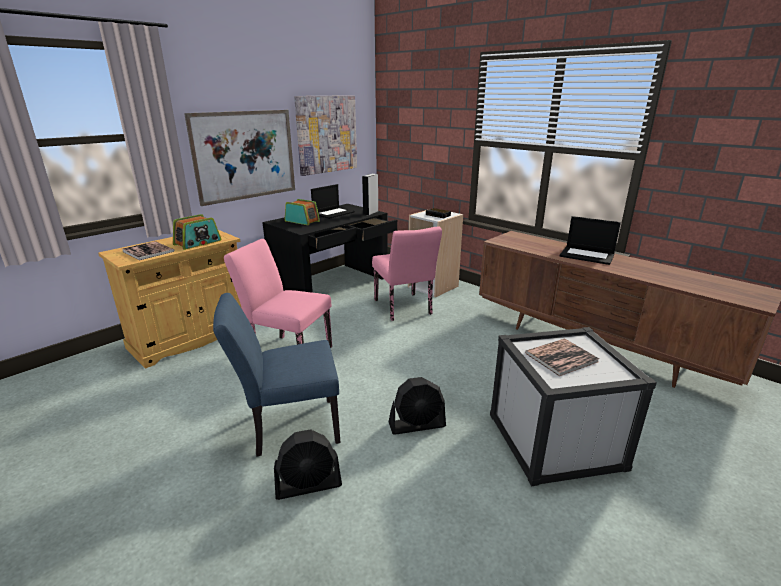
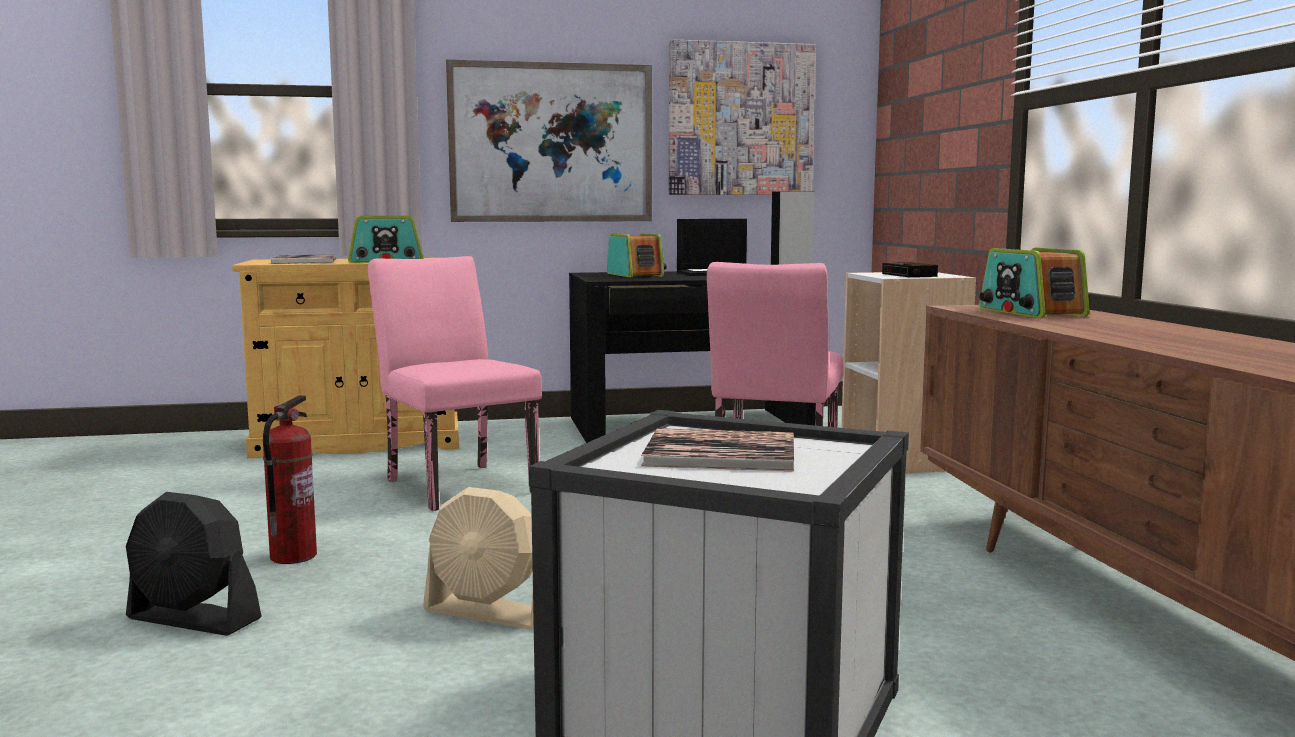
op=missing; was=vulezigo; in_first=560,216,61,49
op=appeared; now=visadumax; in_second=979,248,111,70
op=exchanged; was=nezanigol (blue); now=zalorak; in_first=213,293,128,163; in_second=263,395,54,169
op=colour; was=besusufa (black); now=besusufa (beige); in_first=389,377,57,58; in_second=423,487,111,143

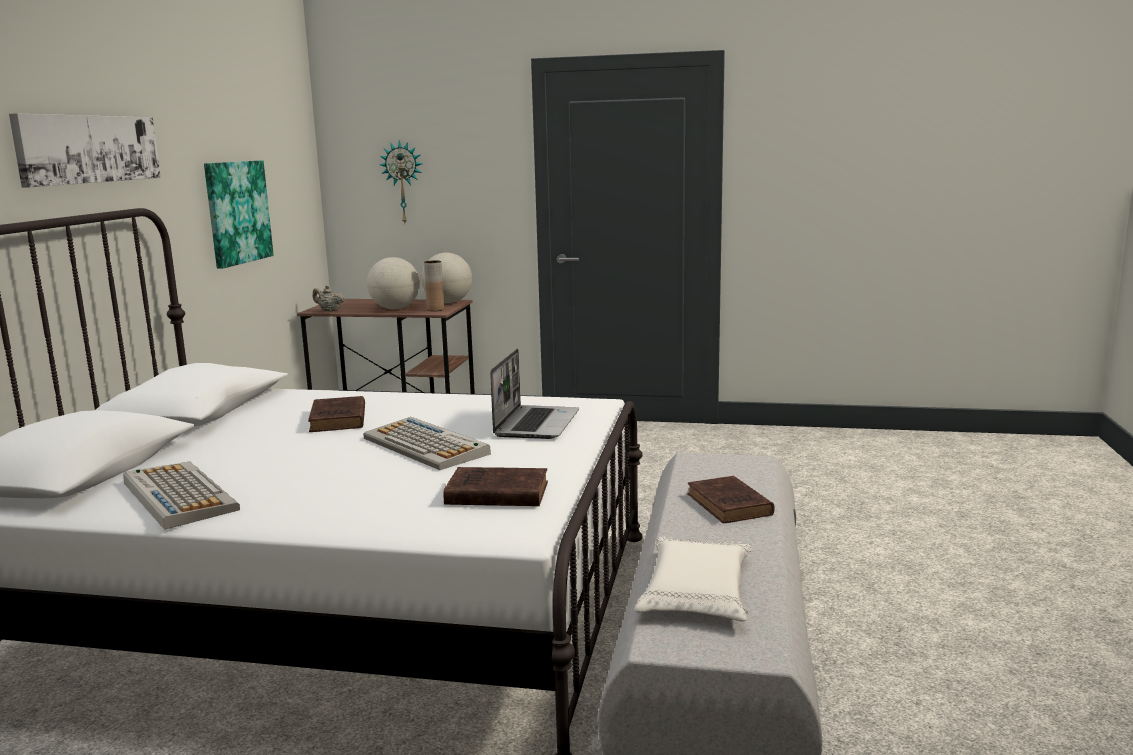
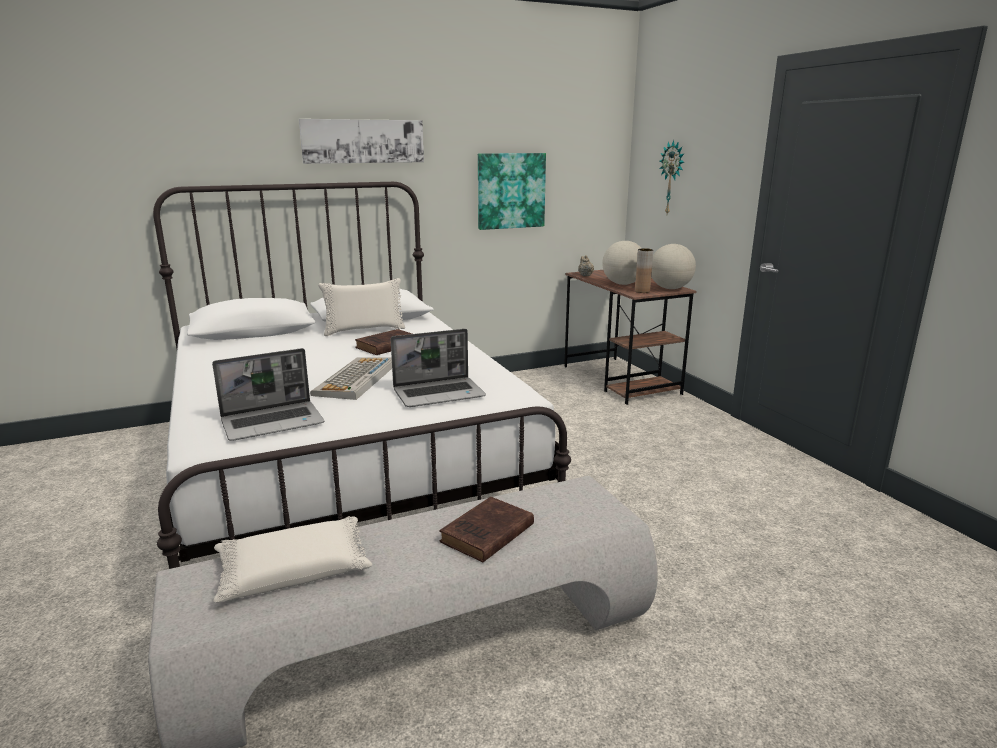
op=missing; was=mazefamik; in_first=123,462,117,68
op=appeared; now=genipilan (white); in_second=318,278,87,58
op=exchanged; was=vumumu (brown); now=vulezigo; in_first=443,467,105,39; in_second=212,348,113,93

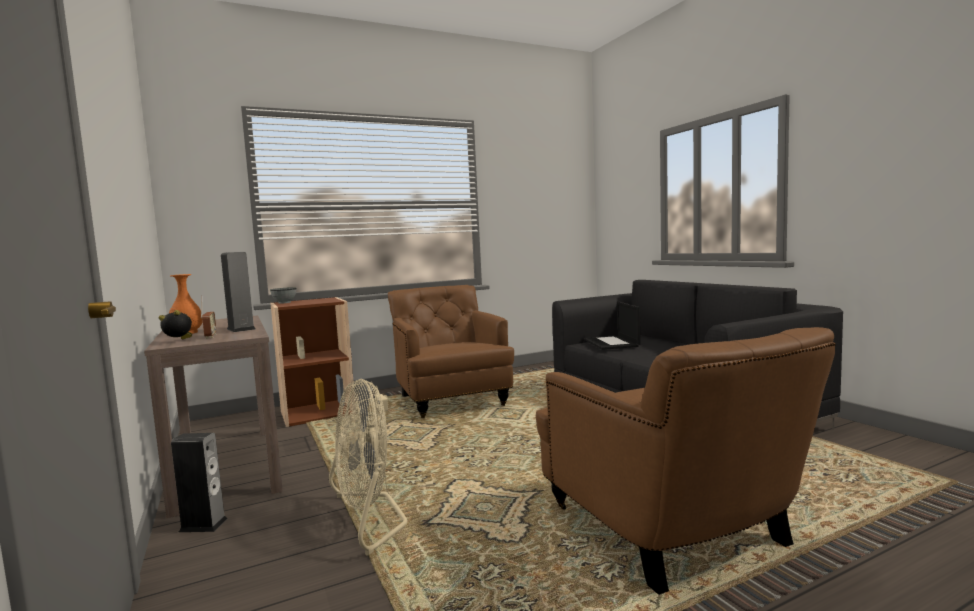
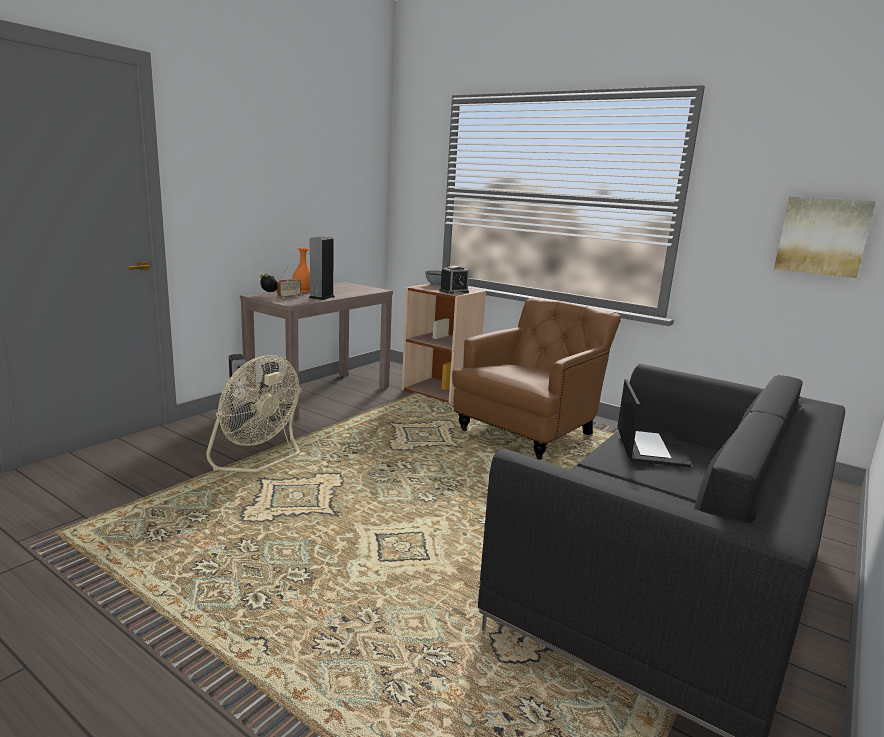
op=missing; was=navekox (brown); in_first=536,327,300,268
op=appeared; now=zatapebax; in_second=439,266,30,28
op=appeared; now=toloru; in_second=774,197,102,81
op=spun; was=vulezigo; in_first=584,301,56,49; in_second=617,379,74,89; clockwise=135

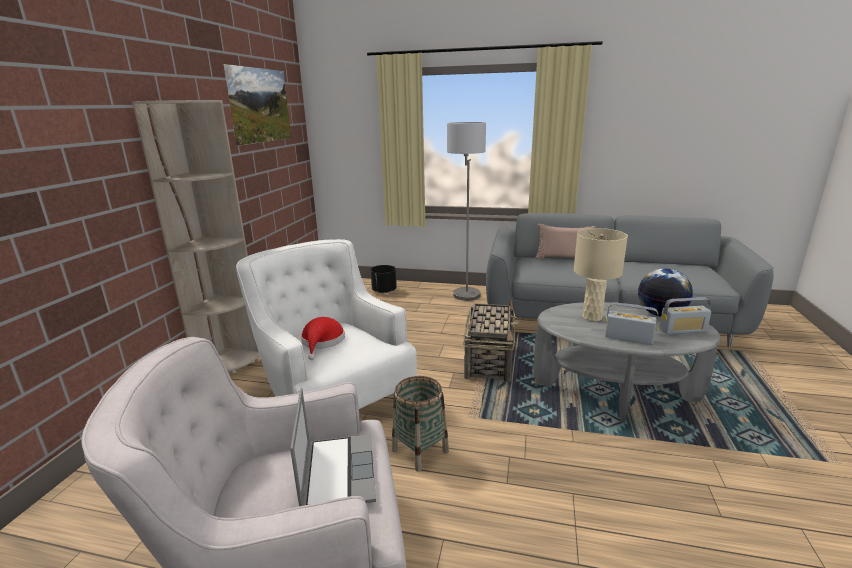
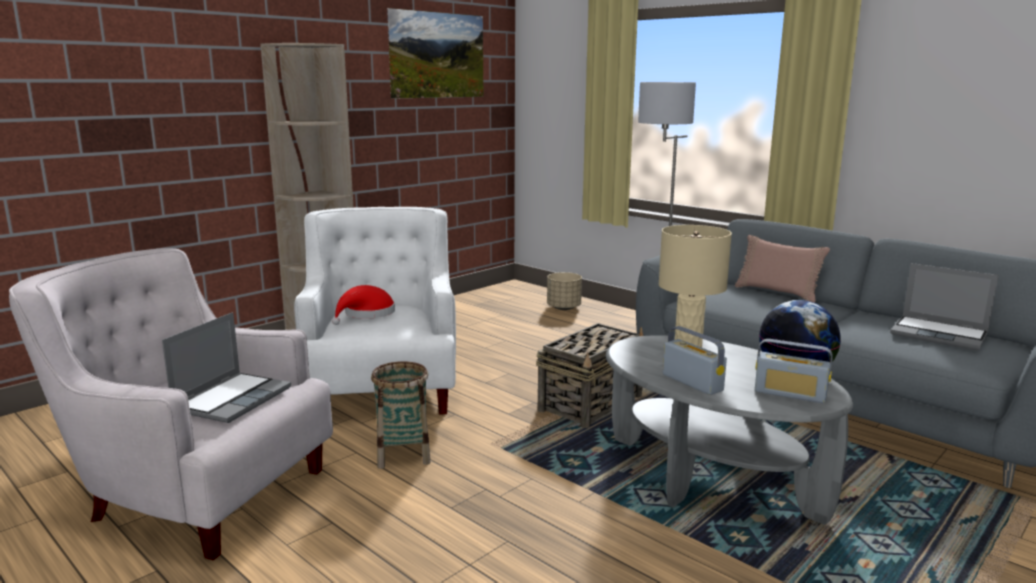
op=appeared; now=vulezigo; in_second=890,263,109,88
op=colour; was=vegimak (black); now=vegimak (beige); in_first=370,265,27,28; in_second=547,272,35,38

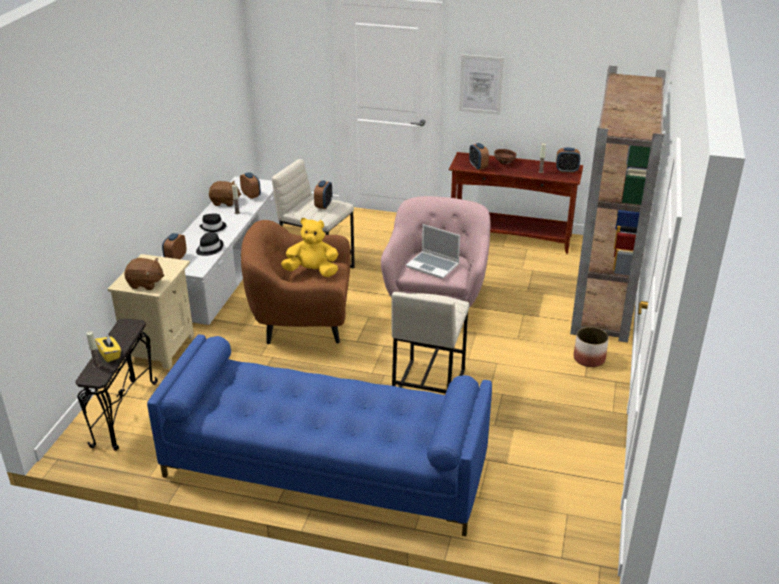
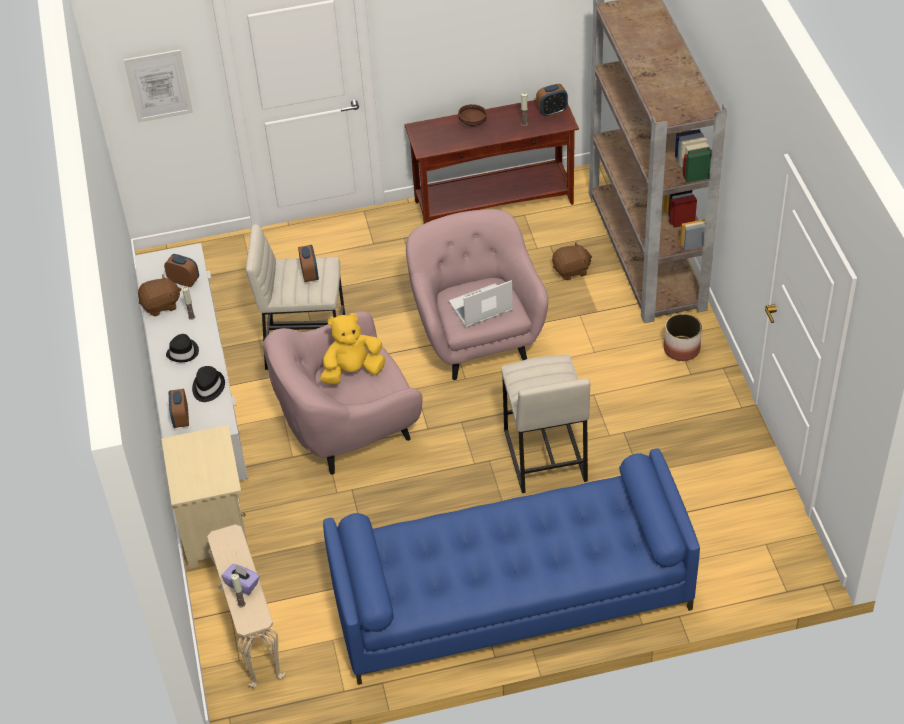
op=missing; was=zatapebax; in_first=469,143,20,27
op=relocated; was=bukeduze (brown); in_first=124,258,40,32; in_second=552,241,40,39
op=relocated; was=toloru; in_first=459,54,45,61; in_second=124,50,69,73
op=colour; was=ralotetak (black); now=ralotetak (beige); in_first=75,318,83,133; in_second=207,524,79,164
op=colour; was=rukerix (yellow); now=rukerix (purple); in_first=95,335,26,27; in_second=221,564,39,31
op=colour; was=navekox (brown); now=navekox (pink); in_first=241,220,109,124; in_second=263,311,159,164
op=spun; was=vulezigo; in_first=406,224,54,55; in_second=449,280,64,47; clockwise=150

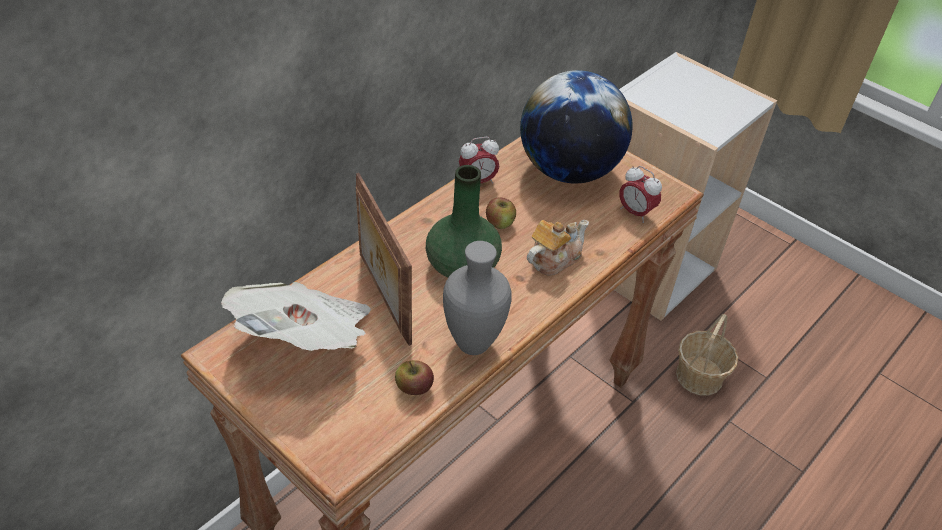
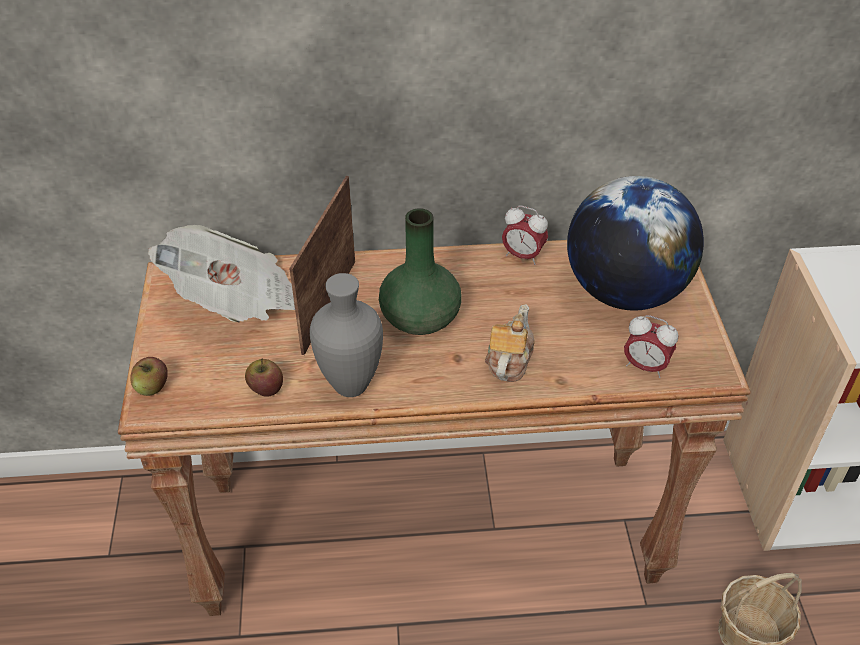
op=relocated; was=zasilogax; in_first=486,198,30,31; in_second=130,357,38,39
op=spun; was=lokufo; in_first=527,220,62,55; in_second=485,304,50,78; clockwise=-75
op=spun; was=zatapebax; in_first=619,166,43,57; in_second=624,315,54,63; clockwise=-60

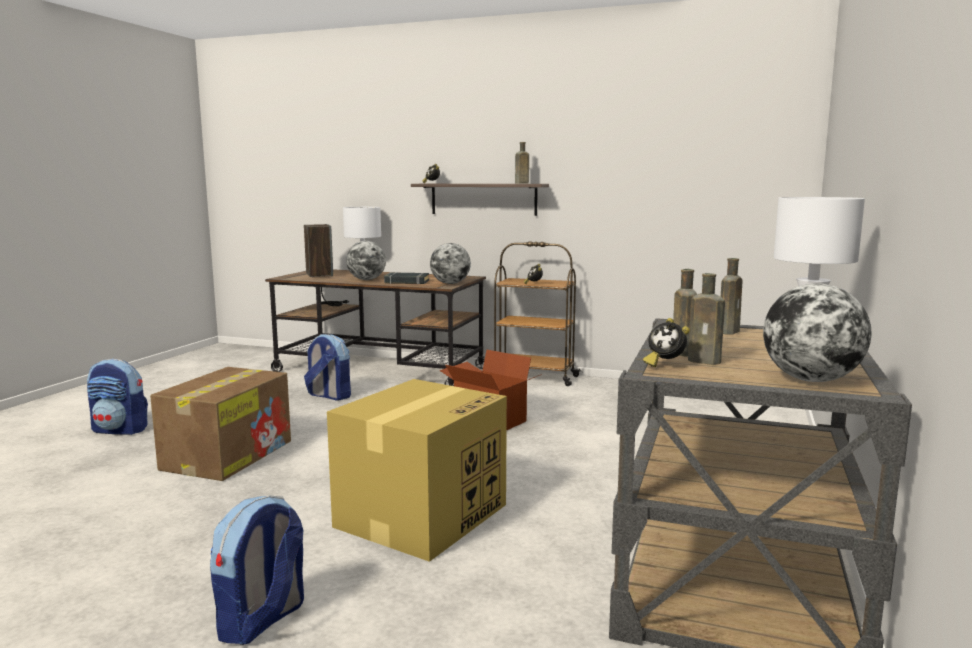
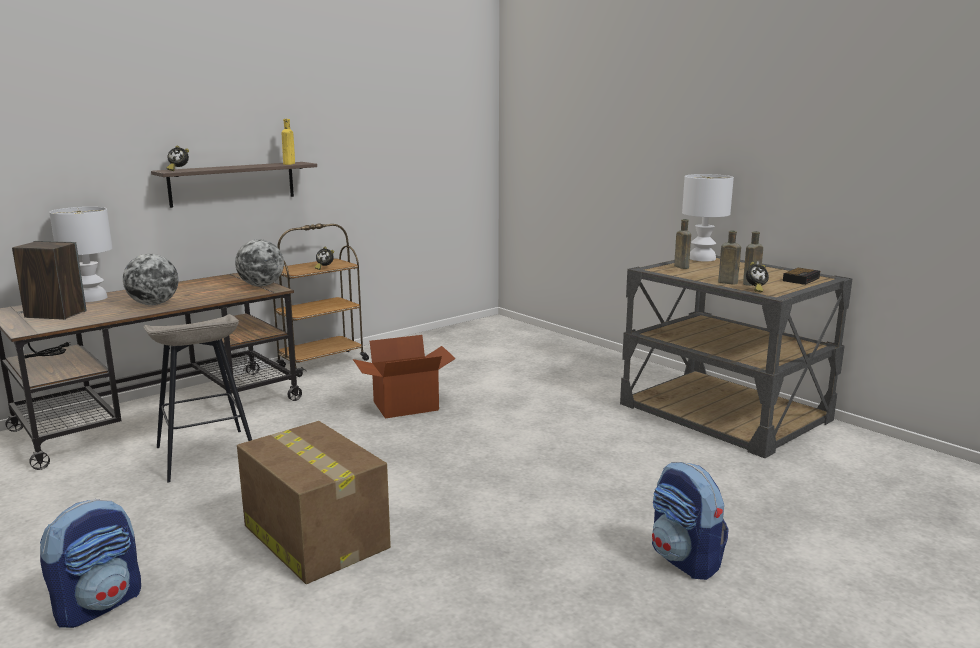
op=missing; was=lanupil; in_first=327,379,180,183
op=missing; was=vumumu (black); in_first=384,272,45,12
op=exchanged; was=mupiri; now=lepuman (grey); in_first=304,334,47,66; in_second=143,314,109,168
op=exchanged; was=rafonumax; now=zatapebax; in_first=763,283,108,99; in_second=783,268,37,17
op=colour; was=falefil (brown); now=falefil (yellow); in_first=515,142,14,42; in_second=281,119,14,46

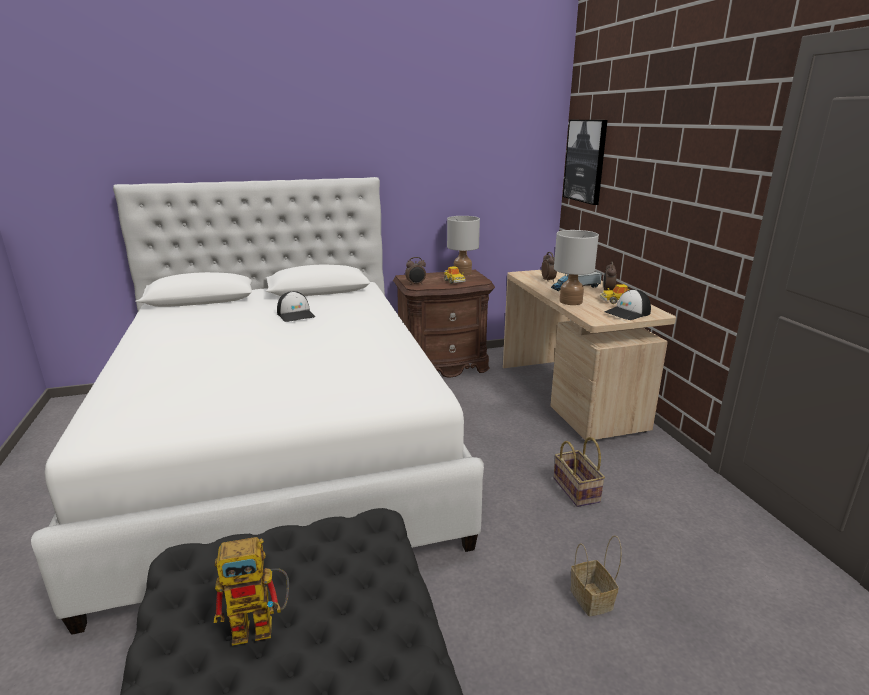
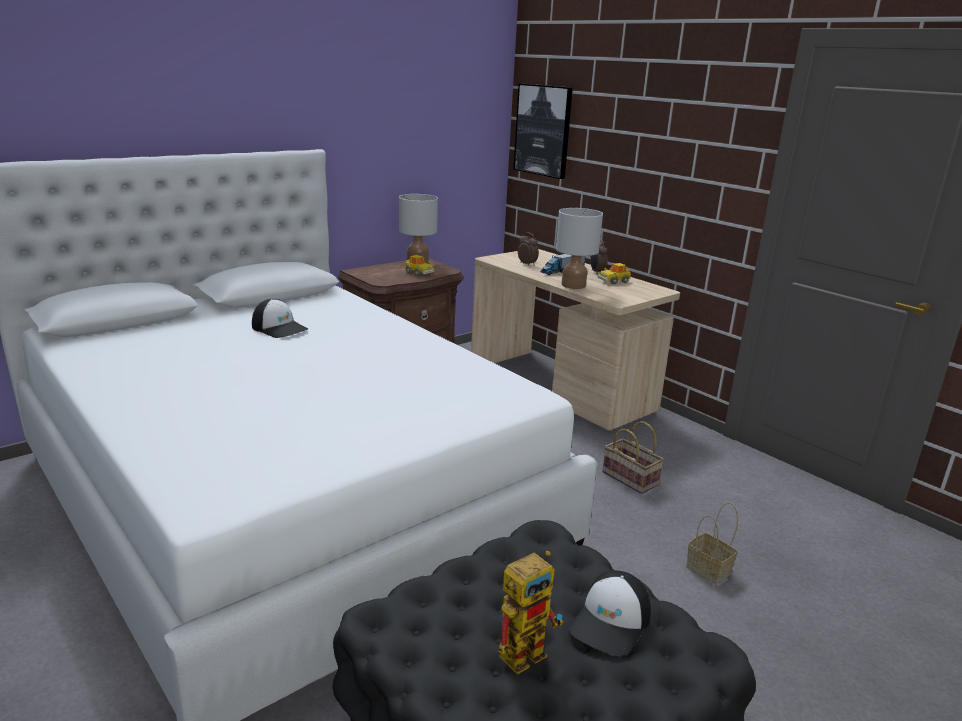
op=missing; was=zatapebax; in_first=405,257,21,29
op=relocated; was=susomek; in_first=604,289,47,31; in_second=569,570,82,86

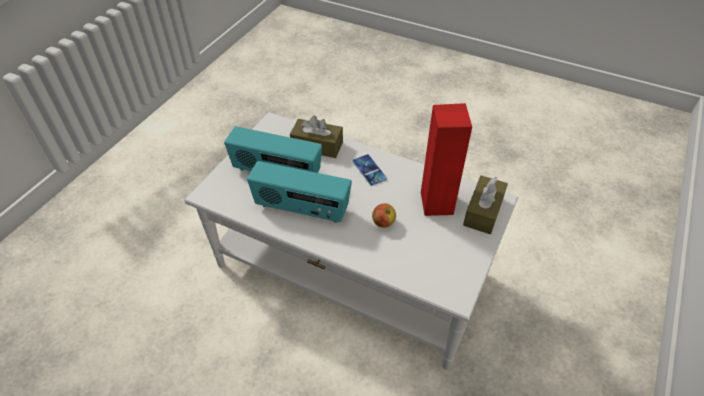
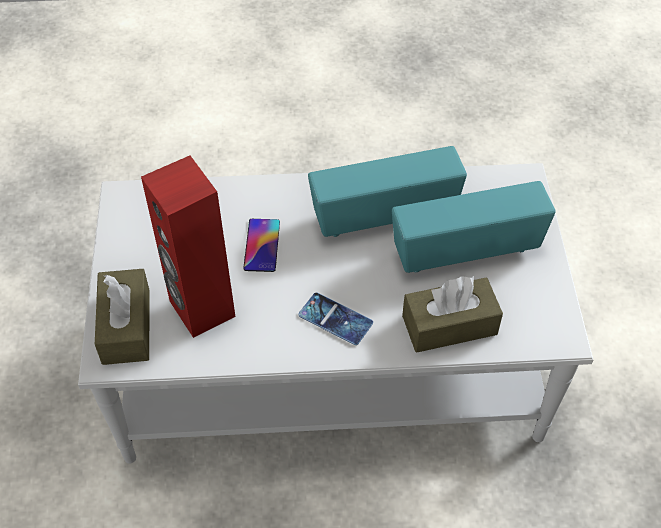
op=exchanged; was=zasilogax; now=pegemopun; in_first=372,203,24,25; in_second=243,219,37,53

